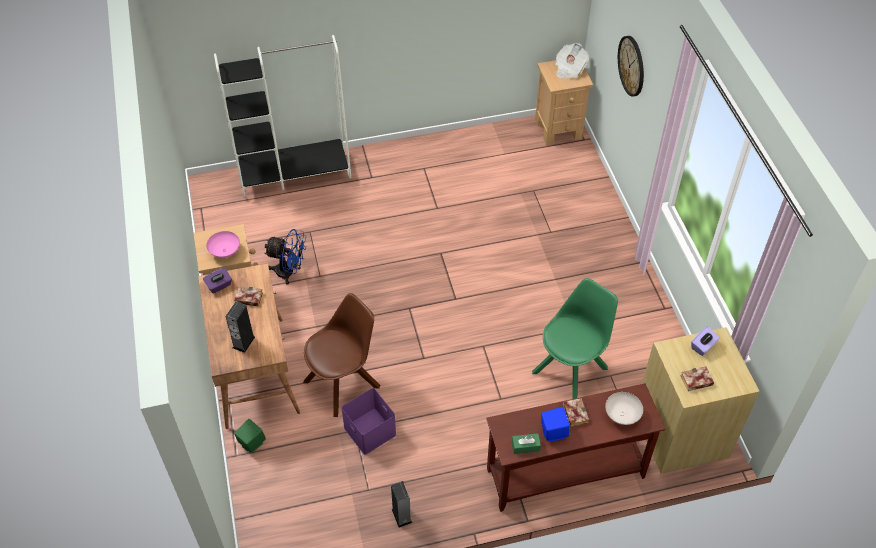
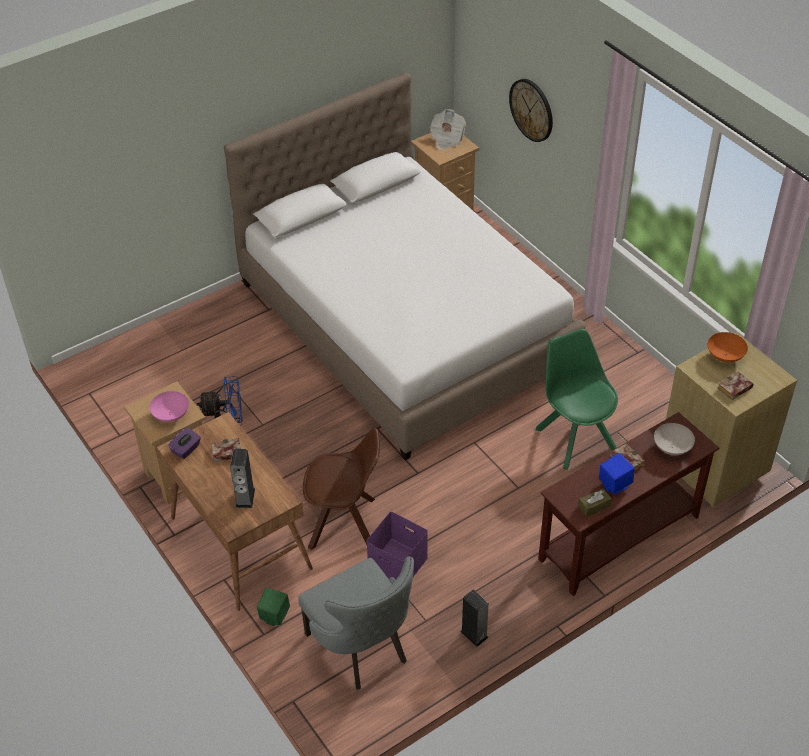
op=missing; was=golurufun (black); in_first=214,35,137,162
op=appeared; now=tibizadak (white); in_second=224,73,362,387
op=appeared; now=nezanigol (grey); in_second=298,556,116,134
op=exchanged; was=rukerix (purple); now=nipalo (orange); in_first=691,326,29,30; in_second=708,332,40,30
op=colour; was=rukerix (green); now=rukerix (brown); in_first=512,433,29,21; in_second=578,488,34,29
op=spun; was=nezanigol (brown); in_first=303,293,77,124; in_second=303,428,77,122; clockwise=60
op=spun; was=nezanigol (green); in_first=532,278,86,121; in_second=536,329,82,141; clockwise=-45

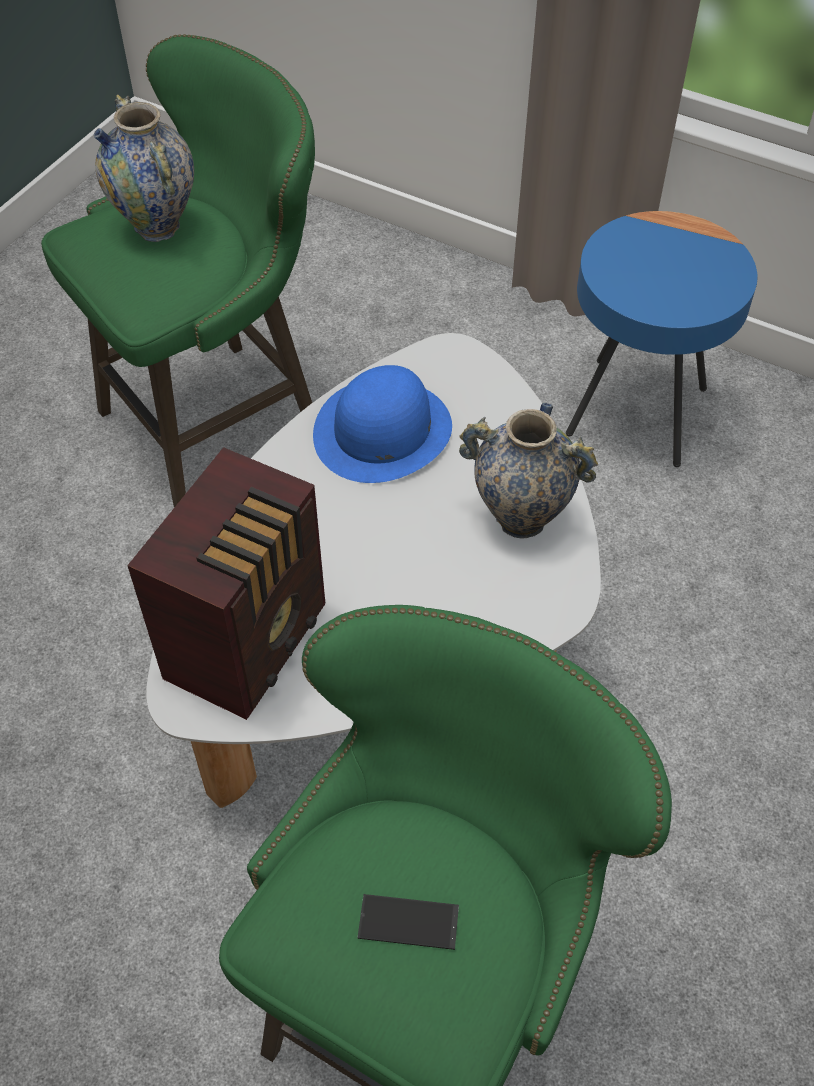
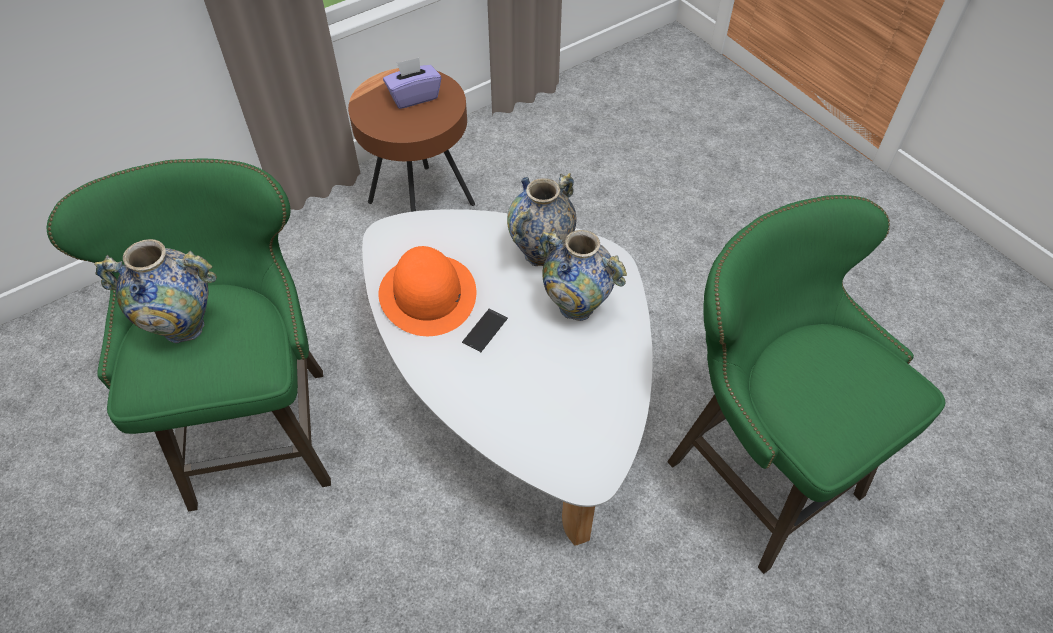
op=missing; was=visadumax; in_first=127,447,198,273
op=appeared; now=rukerix (purple); in_second=383,57,58,52
op=appeared; now=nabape; in_second=538,230,89,91
op=relocated; was=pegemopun; in_first=357,894,102,56; in_second=462,309,46,43
op=colour; was=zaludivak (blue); now=zaludivak (orange); in_first=313,365,139,118; in_second=378,246,98,90
op=colour; was=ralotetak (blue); now=ralotetak (brown); in_first=566,211,191,256; in_second=348,68,127,144

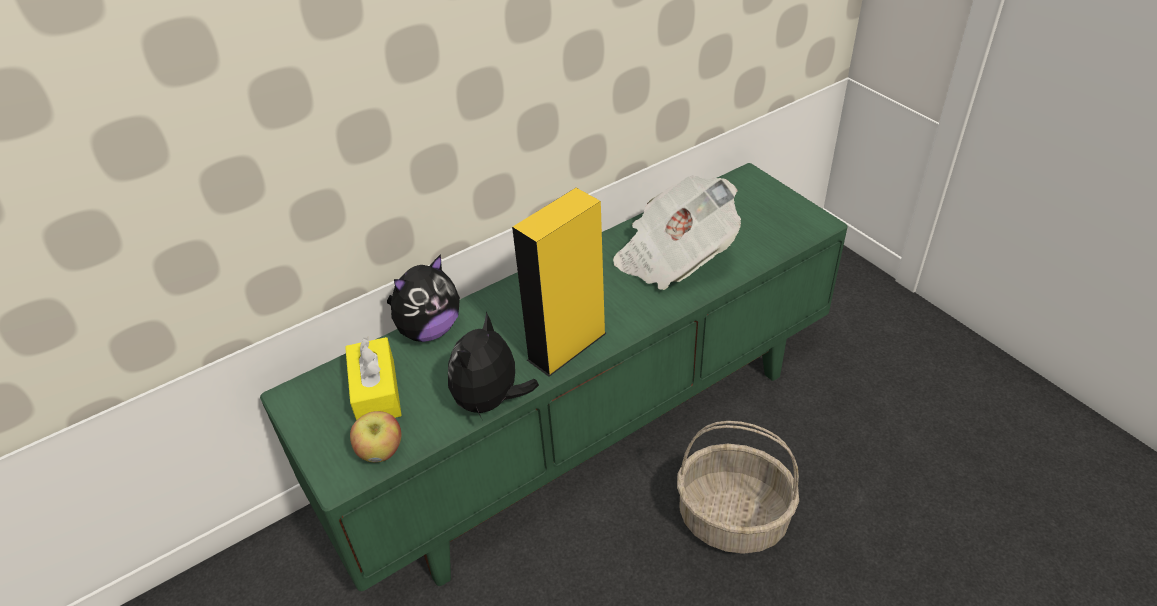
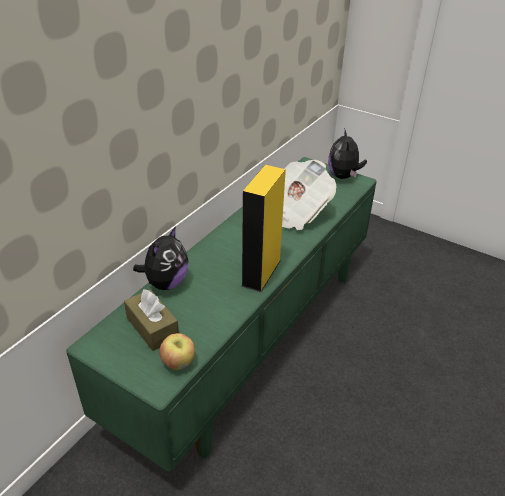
op=missing; was=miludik; in_first=677,421,122,133
op=relocated; was=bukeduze; in_first=448,312,91,107; in_second=328,129,39,50
op=colour; was=rukerix (yellow); now=rukerix (brown); in_first=345,337,57,84; in_second=124,289,55,62

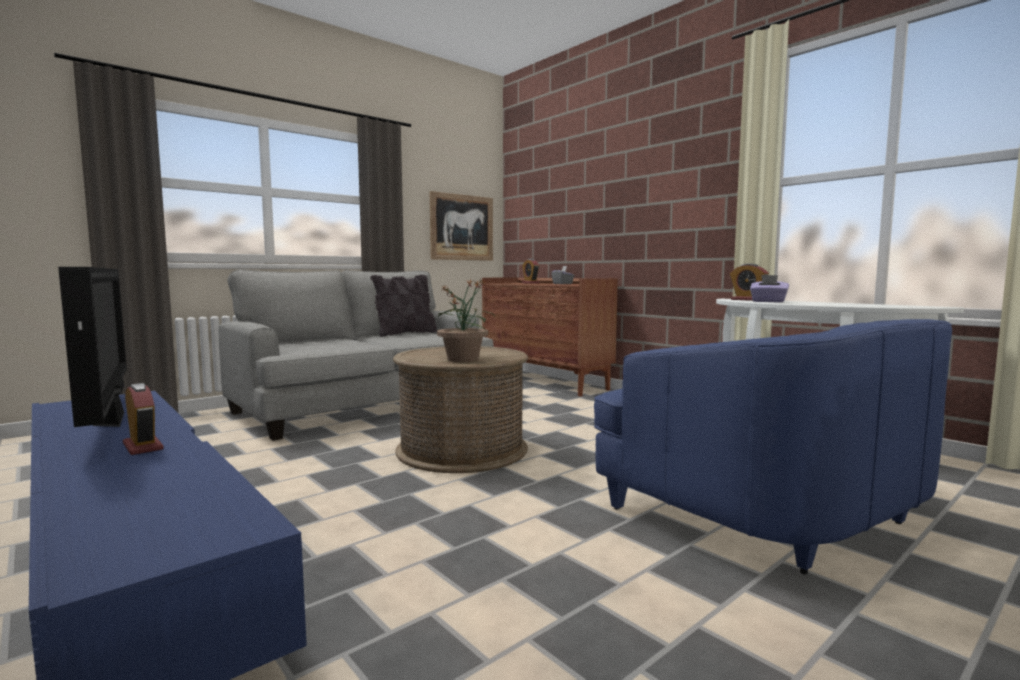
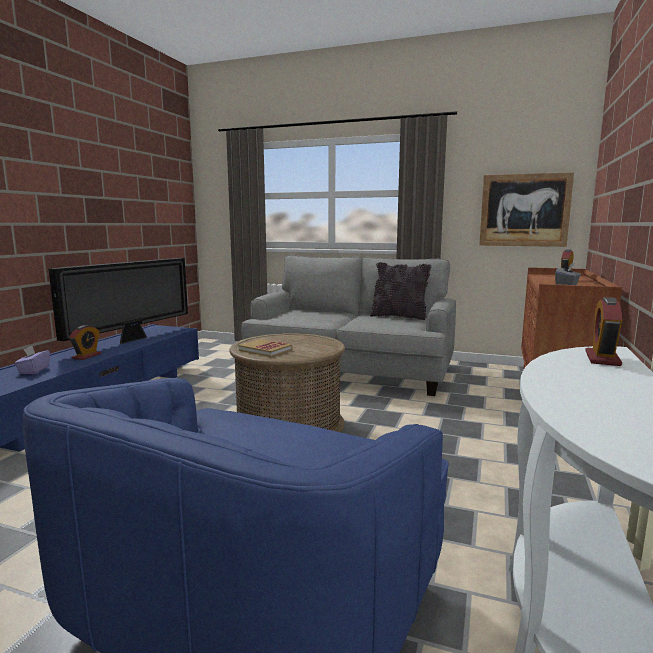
op=relocated; was=rukerix (purple); in_first=750,275,39,28; in_second=14,346,36,28
op=exchanged; was=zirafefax; now=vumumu; in_first=437,279,58,83; in_second=238,339,54,18

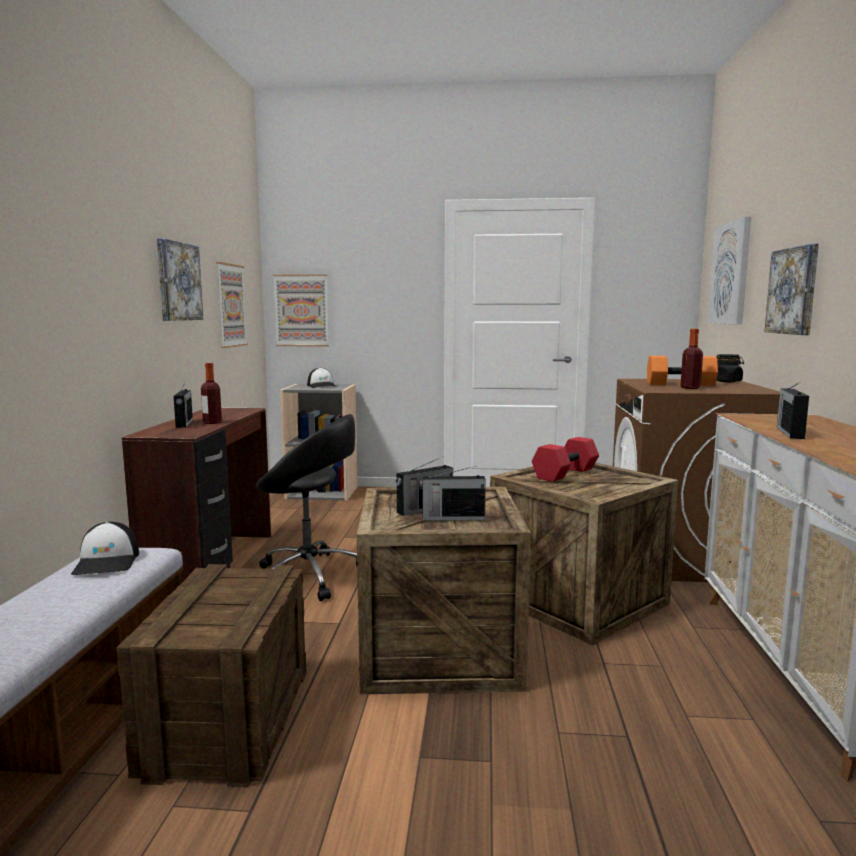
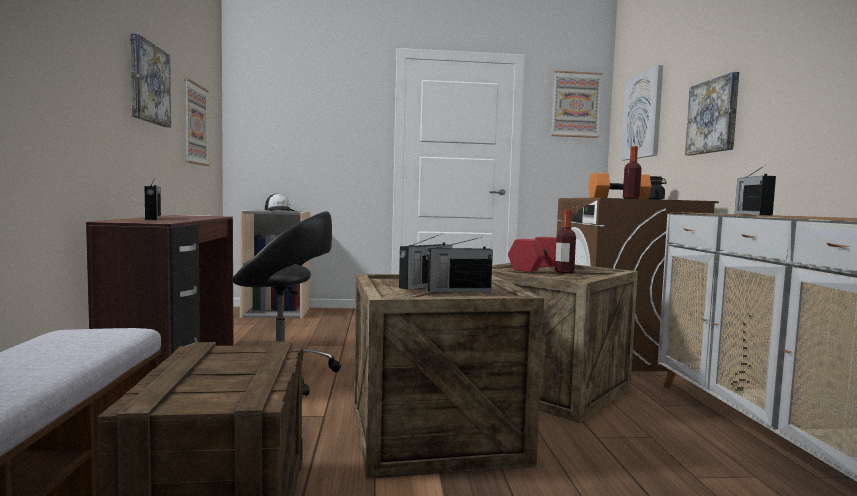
op=missing; was=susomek; in_first=71,522,68,53
op=relocated; was=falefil; in_first=201,363,21,61; in_second=555,209,21,64
op=relocated; was=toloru; in_first=273,274,56,73; in_second=551,71,51,67

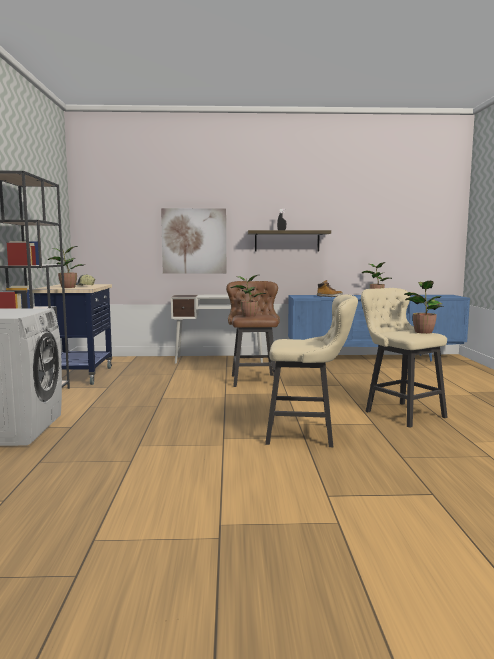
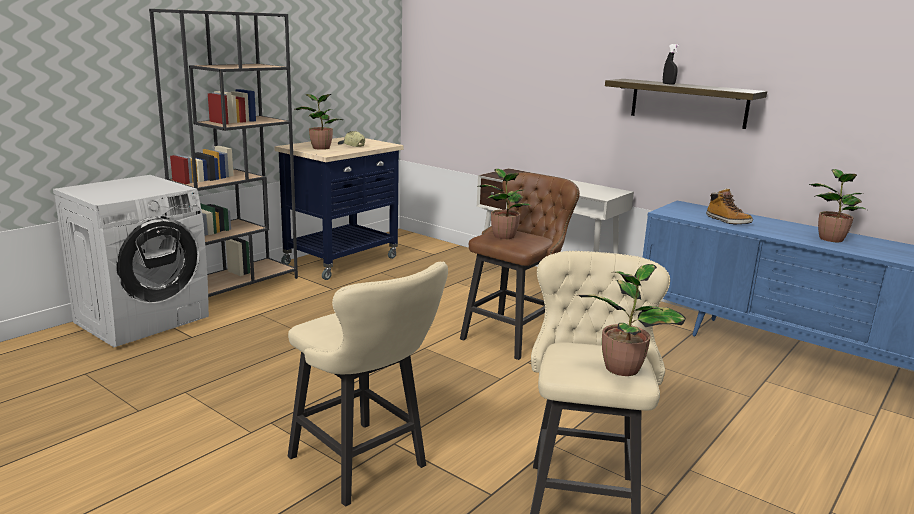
op=missing; was=toloru; in_first=161,208,65,65

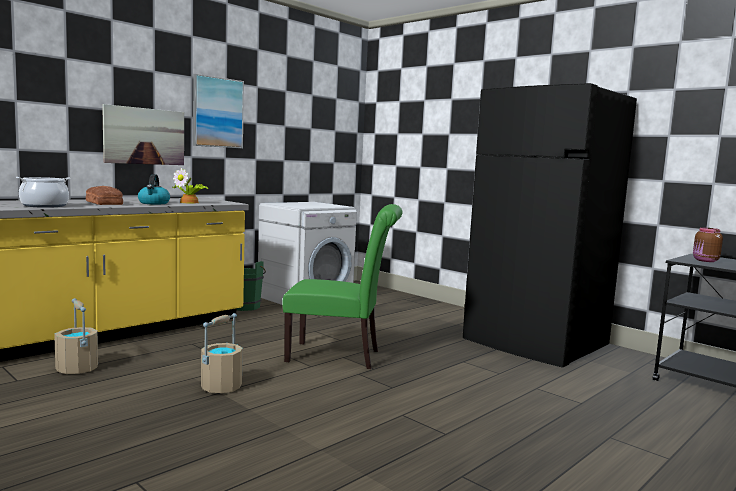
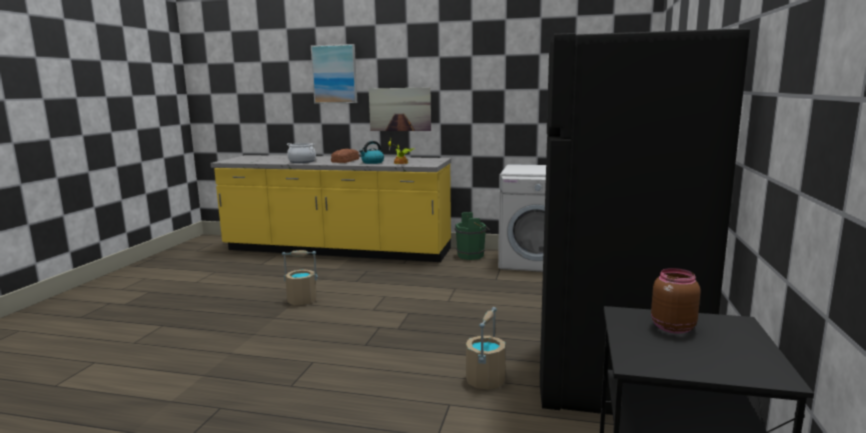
op=missing; was=nezanigol (green); in_first=282,204,120,165
op=relocated; was=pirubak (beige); in_first=54,298,44,76; in_second=466,307,40,83
op=relocated; was=toloru; in_first=193,74,51,74; in_second=311,44,46,59

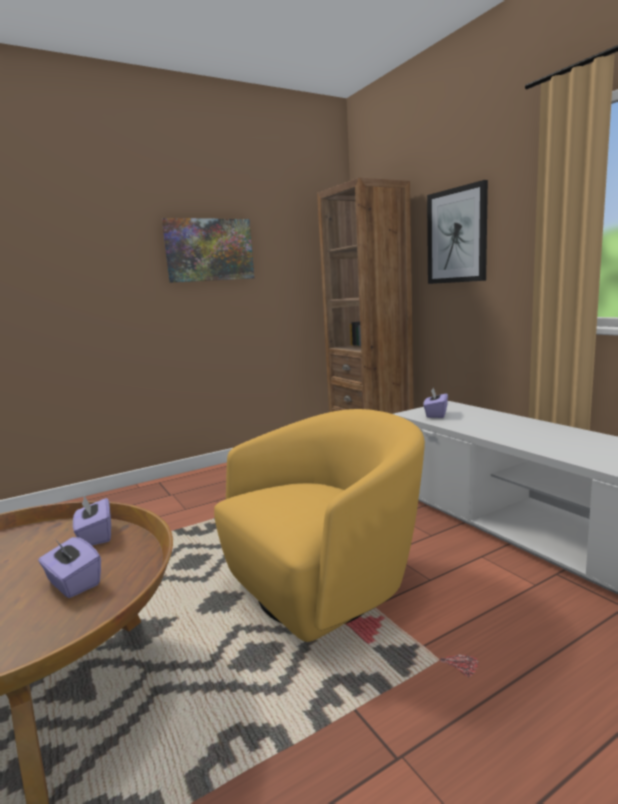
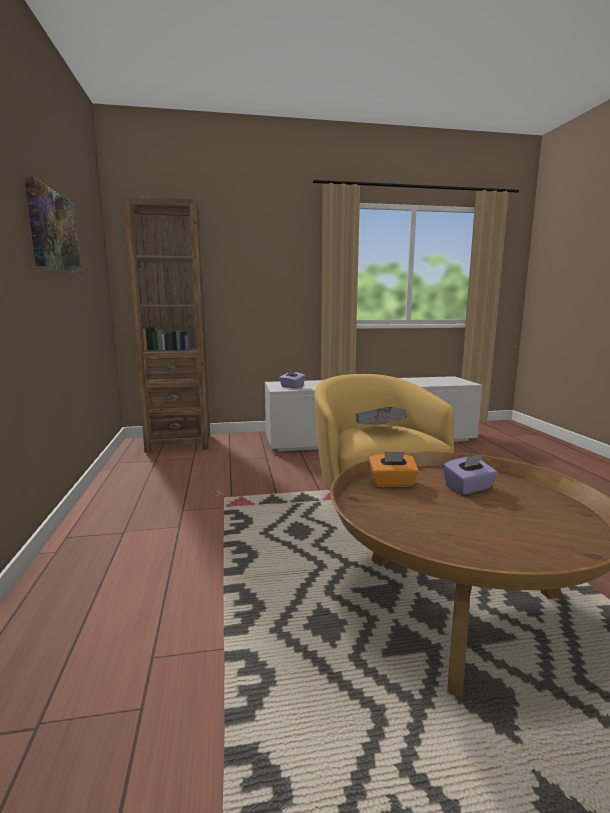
op=missing; was=toloru; in_first=427,180,61,104
op=appeared; now=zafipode; in_second=355,407,52,18
op=colour; was=rukerix (purple); now=rukerix (orange); in_first=73,495,38,50; in_second=368,451,51,36

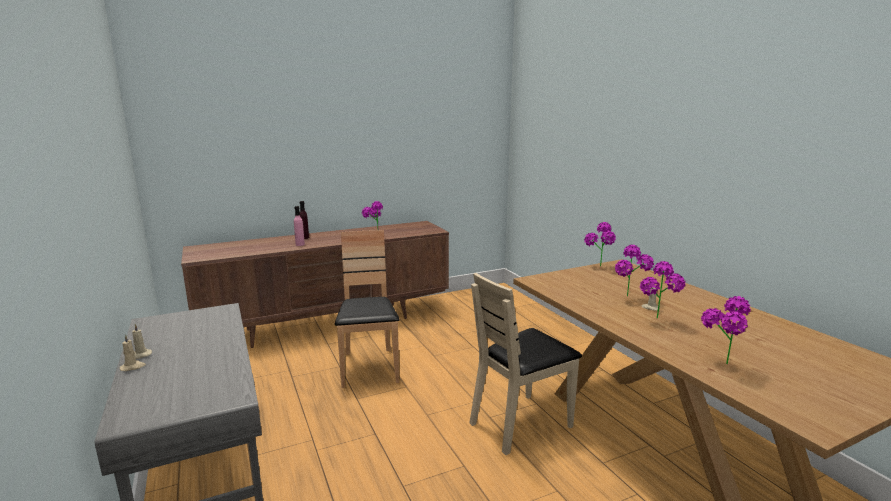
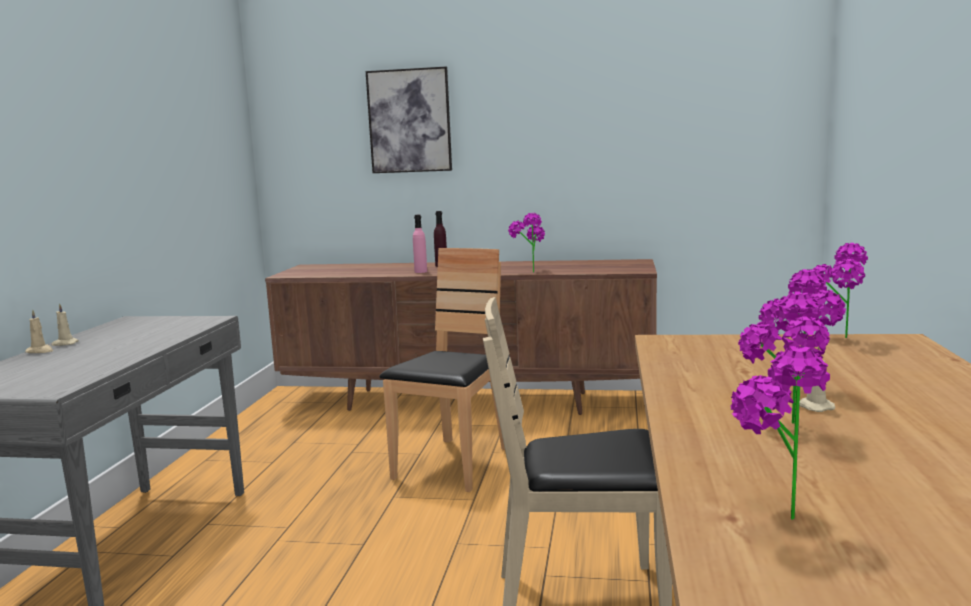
op=appeared; now=toloru; in_second=366,67,86,106

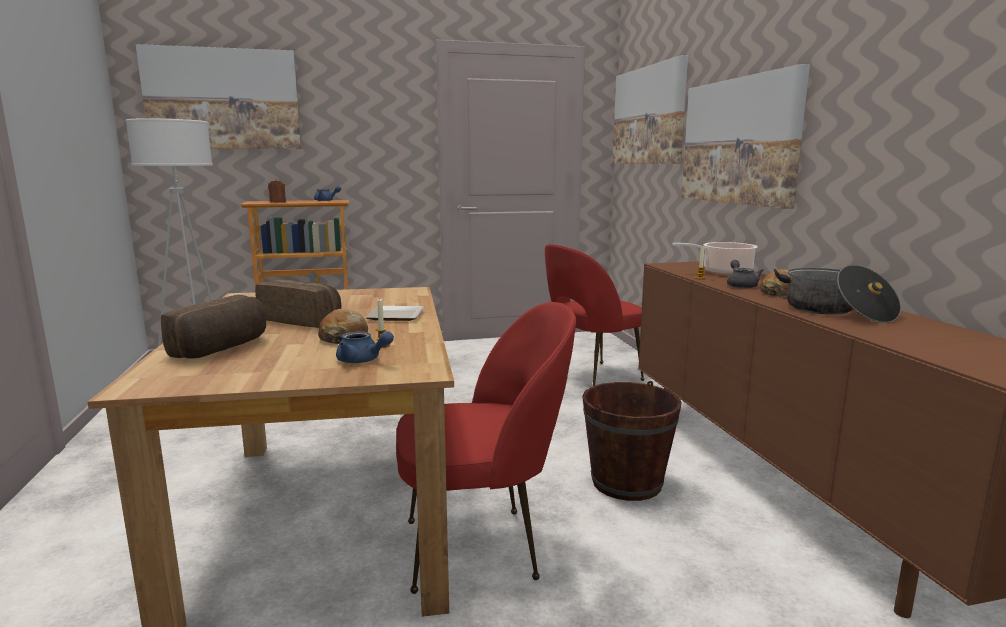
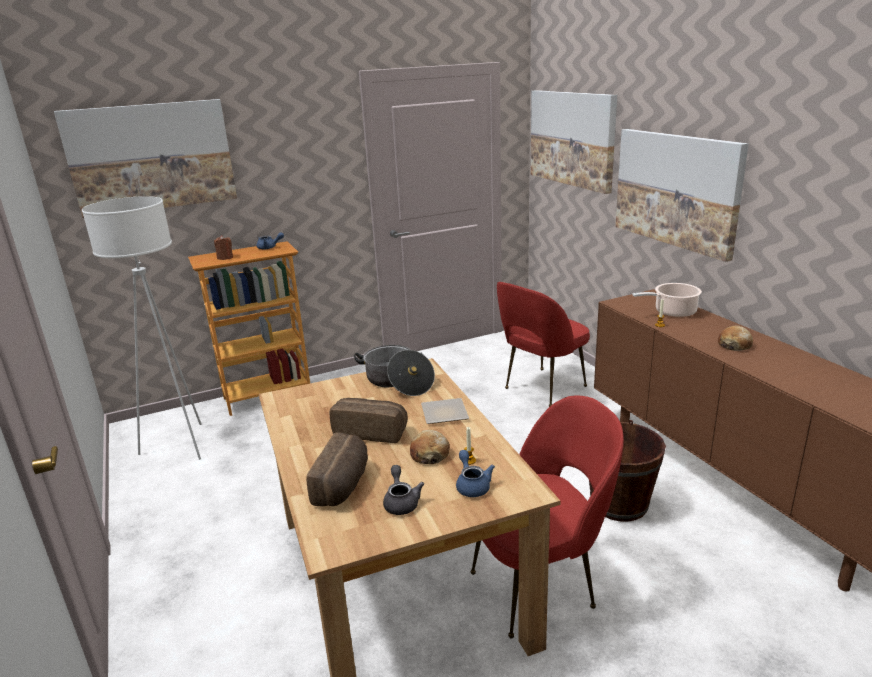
op=relocated; was=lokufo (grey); in_first=727,260,36,29; in_second=383,465,41,50
op=relocated; was=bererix; in_first=774,265,127,58; in_second=354,345,81,51
op=spun; was=lokufo (blue); in_first=336,331,58,32; in_second=456,450,39,47; clockwise=-120

